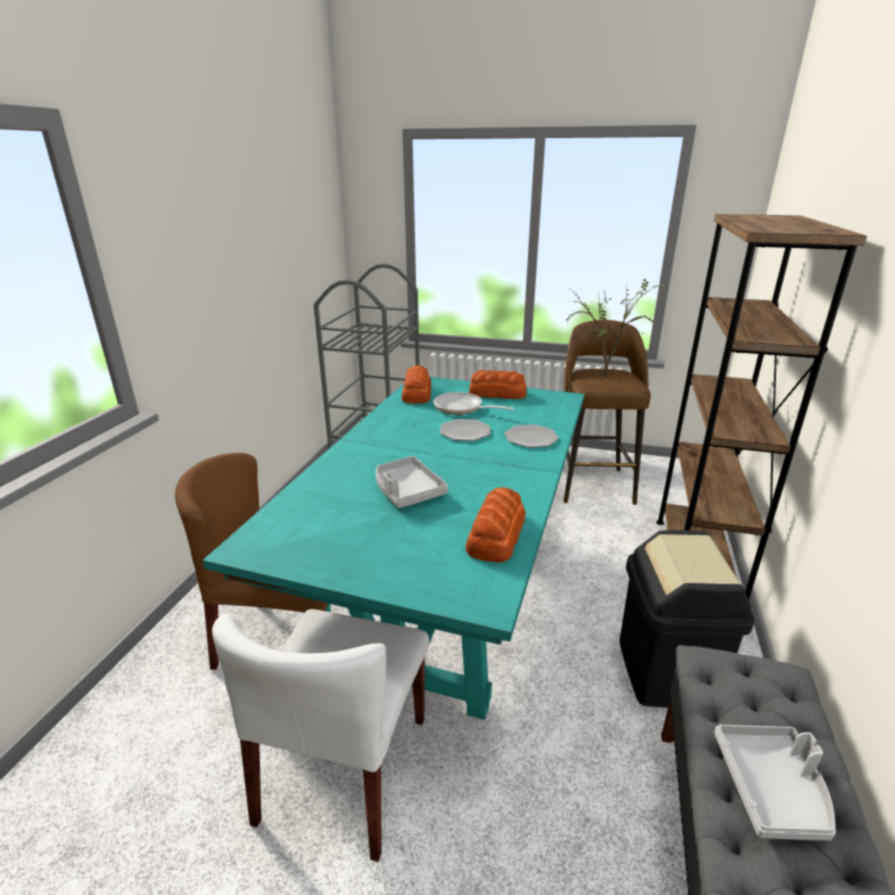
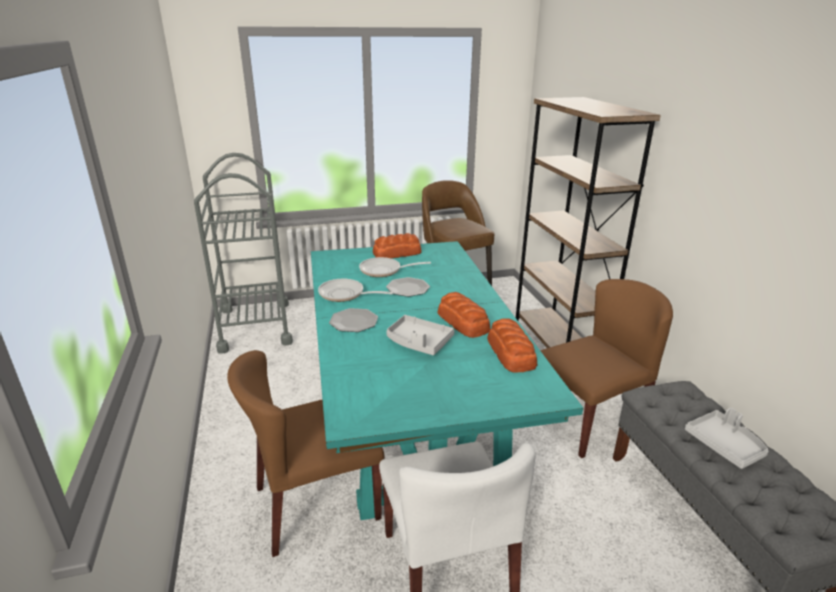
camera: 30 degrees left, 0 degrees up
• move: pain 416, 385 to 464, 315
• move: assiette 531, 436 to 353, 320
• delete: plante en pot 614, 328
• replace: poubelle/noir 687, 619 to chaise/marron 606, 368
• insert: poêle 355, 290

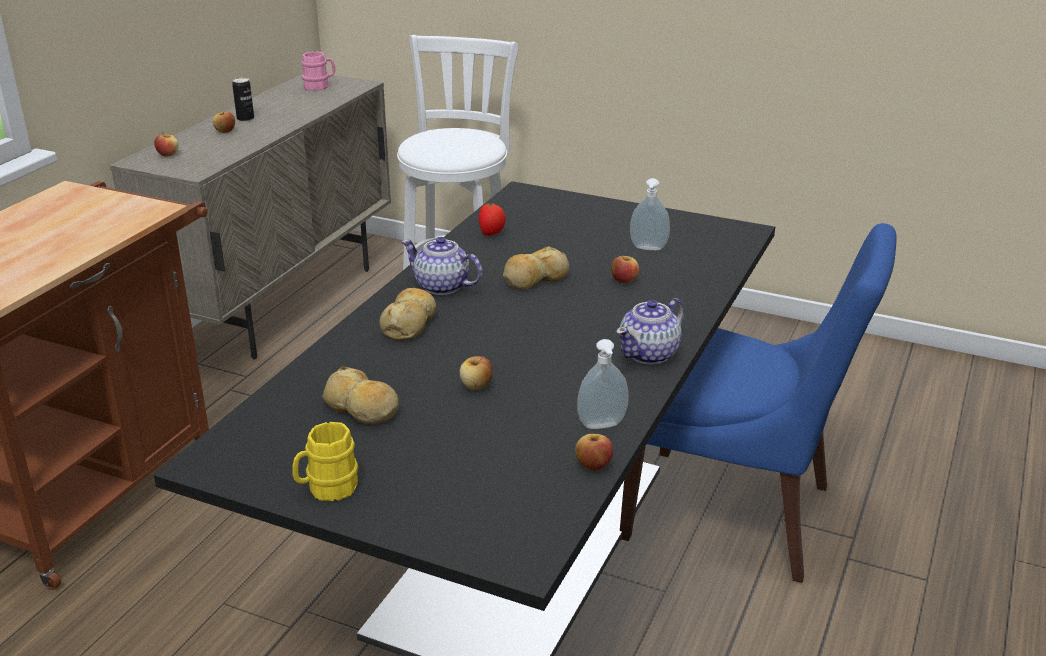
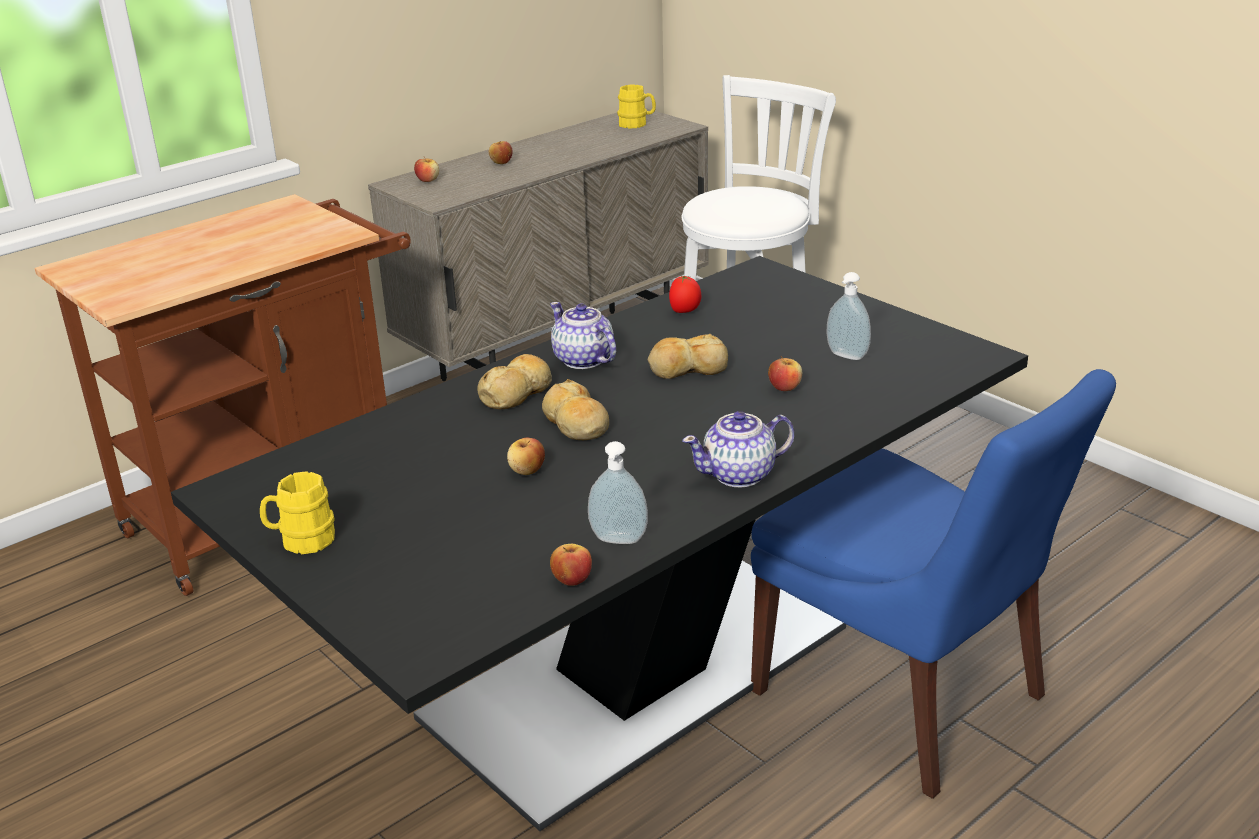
camera: 25 degrees right, 0 degrees up
• delete: boîte métallique 243, 99
• recolor: mug/rose 319, 71 to mug/jaune 636, 106
• move: pain 360, 395 to 575, 409

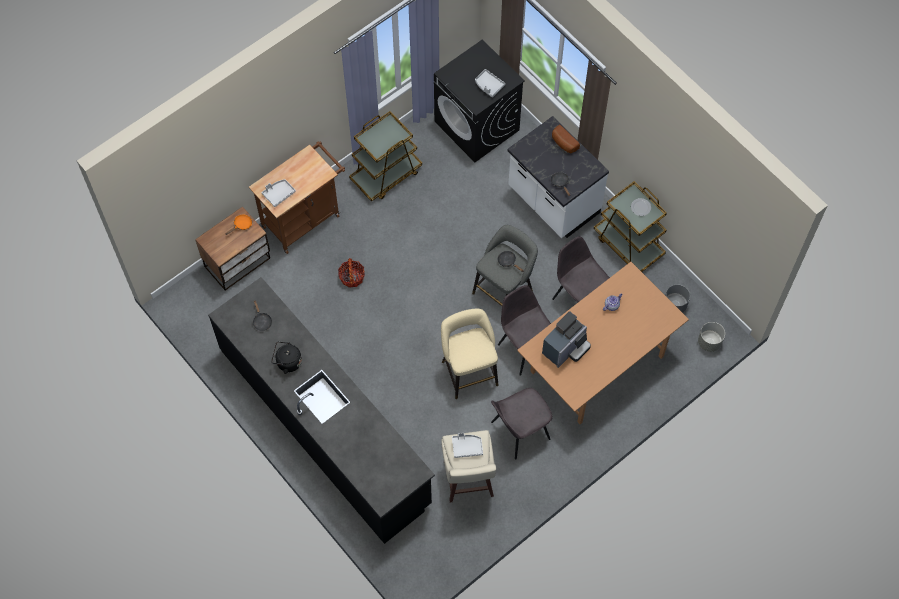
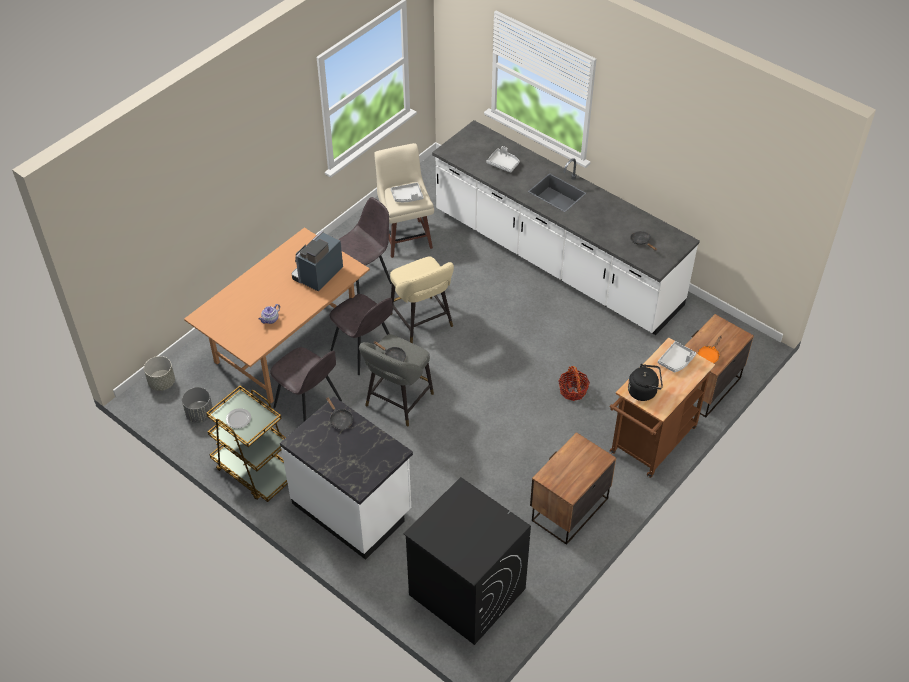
camera: 170 degrees right, 15 degrees down
• recolor: comptoir de cuisine/noir 321, 410 to comptoir de cuisine/blanc 566, 227
• move: bouilloire/noir 286, 357 to 645, 382
• replace: chariot/marron 385, 156 to table de chevet 573, 488
• move: plateau/gris 490, 83 to 503, 159
• delete: pain 566, 139

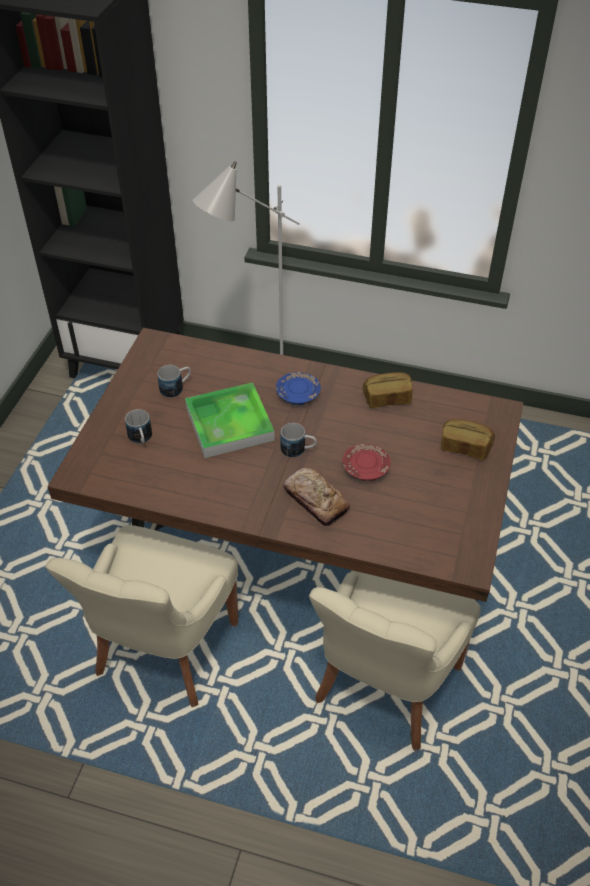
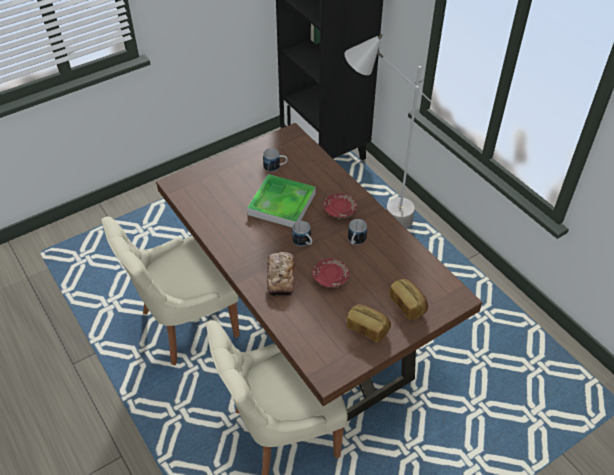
camera: 40 degrees right, 0 degrees up
• move: mug 138, 426 to 357, 232
• recolor: assiette/bleu 298, 388 to assiette/rouge 340, 206
• move: pain 387, 390 to 369, 323

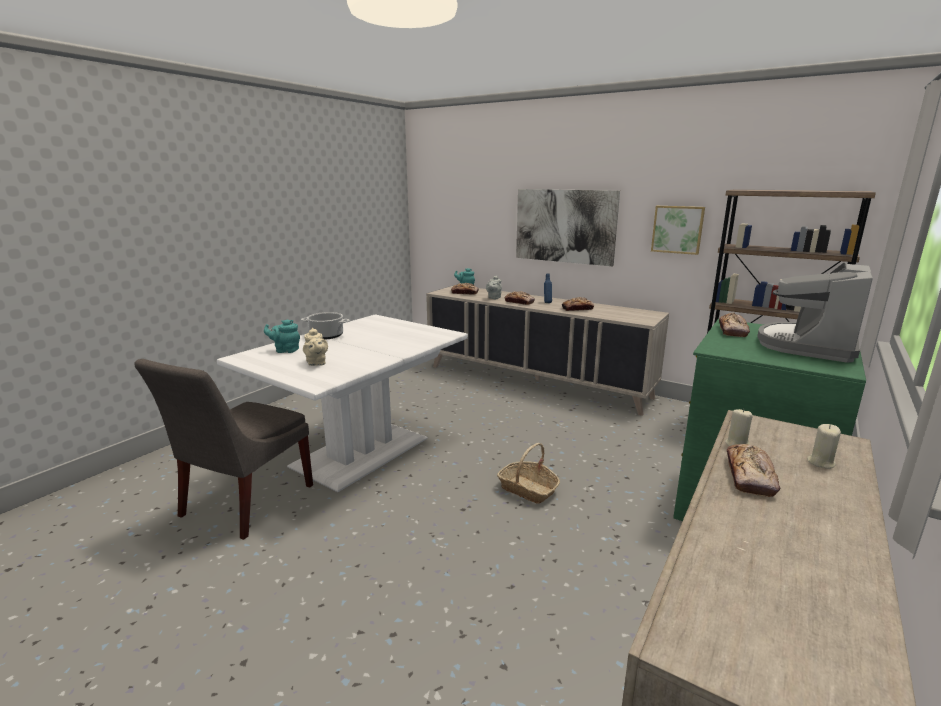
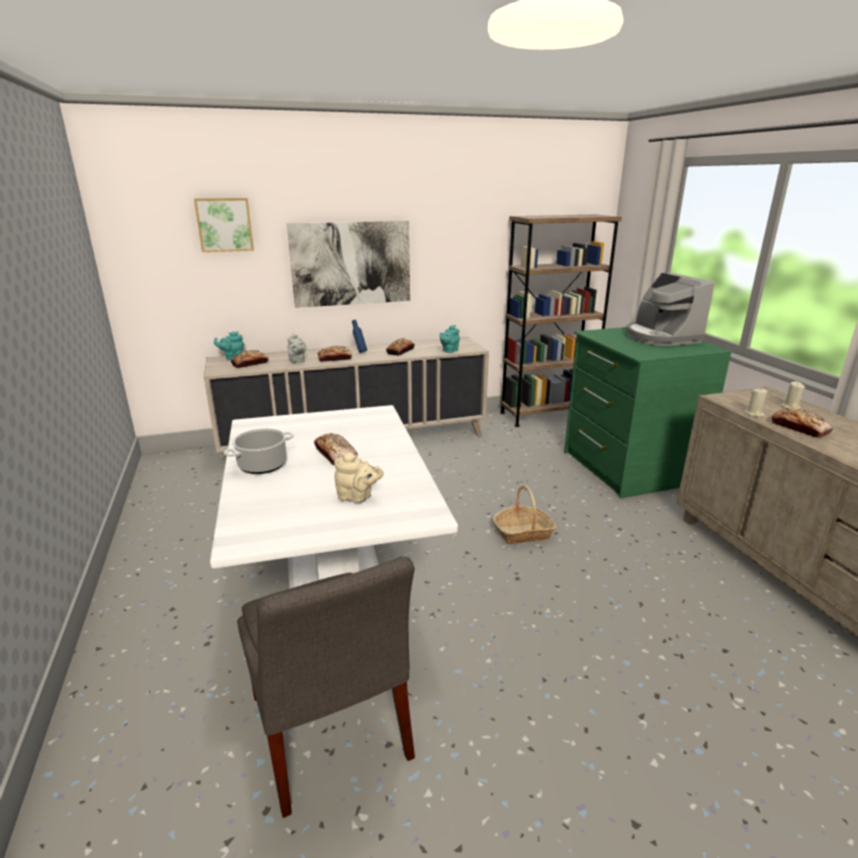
camera: 50 degrees left, 5 degrees up
• move: théière/turquoise 282, 336 to 450, 339
• move: tableau 678, 230 to 224, 225
• move: pain 734, 325 to 336, 449

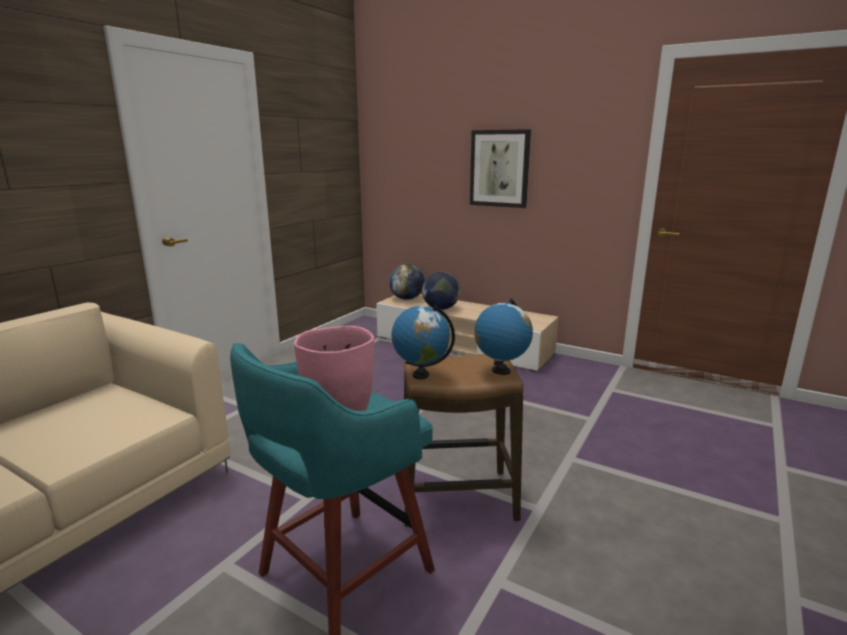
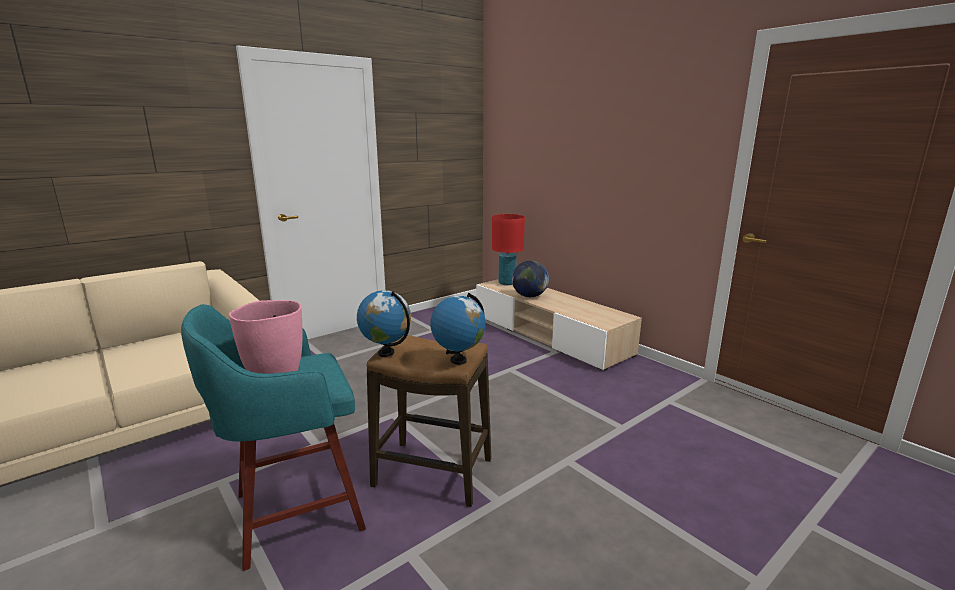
camera: 20 degrees right, 0 degrees up
• replace: globe 407, 282 to lampe de table/rouge 508, 249
• delete: tableau 500, 168

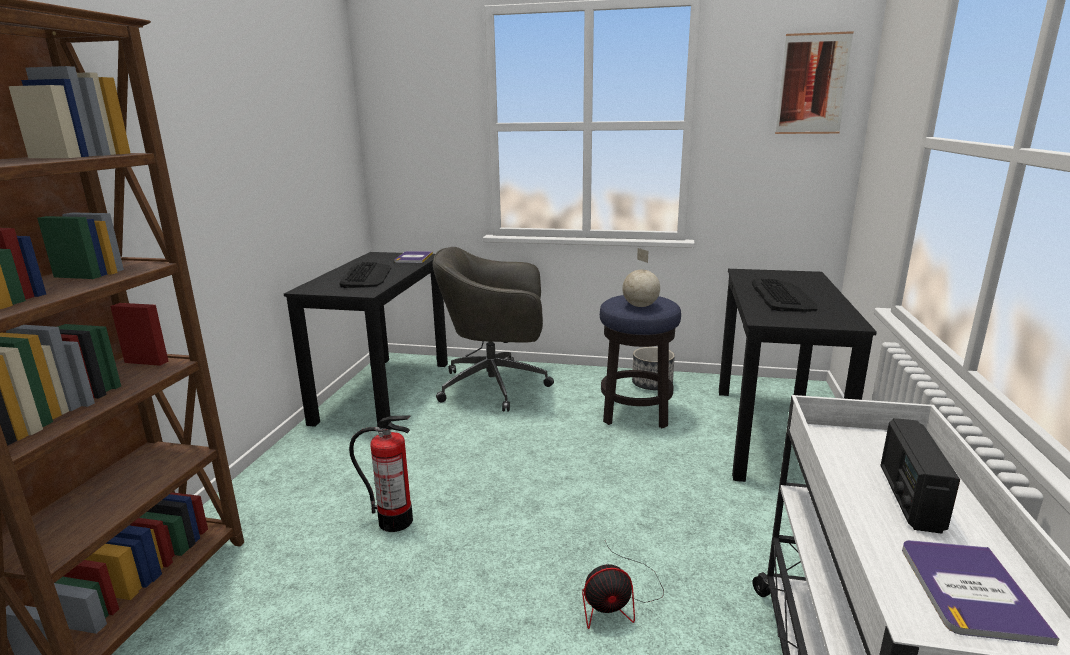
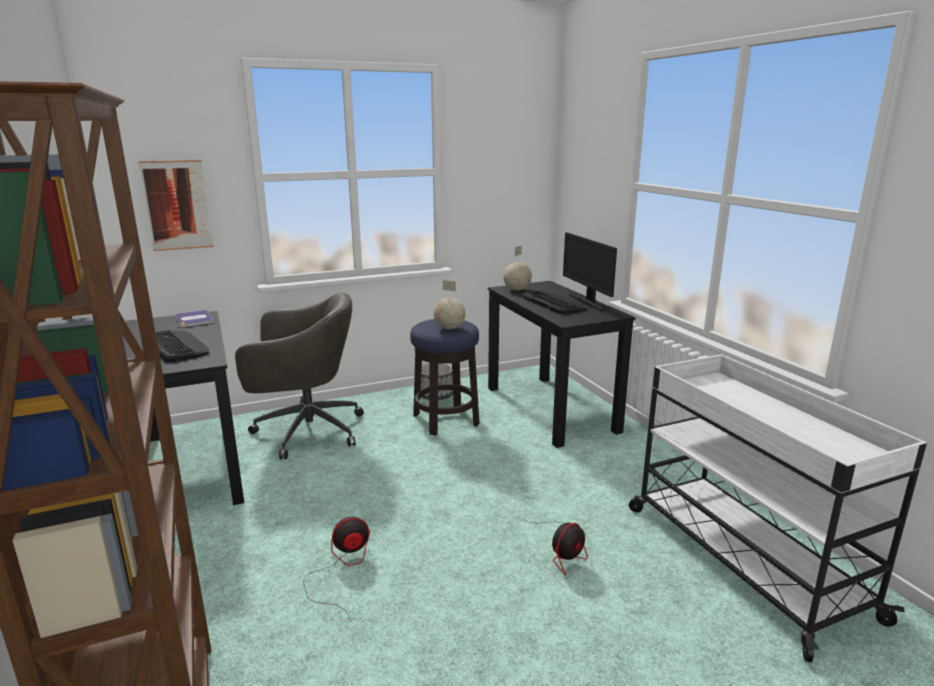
camera: 35 degrees left, 0 degrees up
• replace: extincteur 381, 473 to ventilateur 336, 569
• rotate: chaise de bureau/gris 493, 329 = 299, 376 150 degrees counterclockwise
• move: tableau 814, 82 to 175, 205
• delete: radio 920, 476
• delete: livre 980, 593
• insert: globe 517, 268
• insert: écran d'ordinateur 590, 271

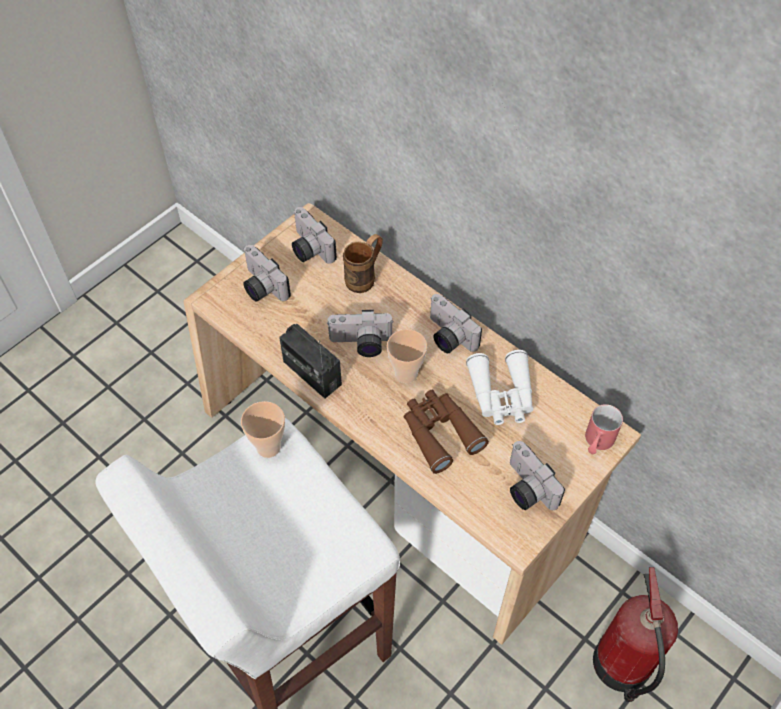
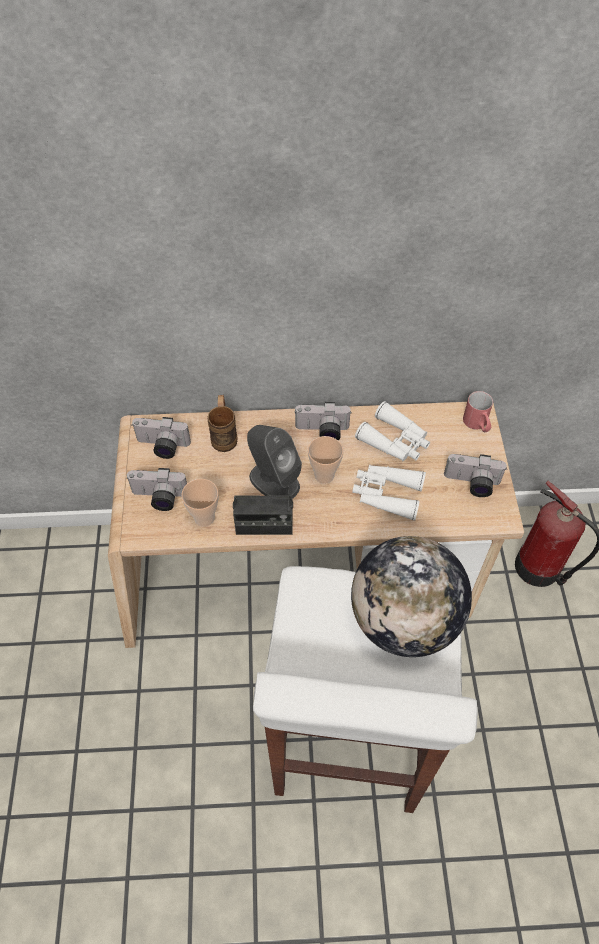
camera: 45 degrees left, 0 degrees up
• move: tasse 263, 429 to 199, 503
• replace: appareil photo 360, 333 to enceinte/gris 274, 462
• recolor: jumelles/marron 446, 432 to jumelles/blanc 389, 493
• insert: globe 411, 596

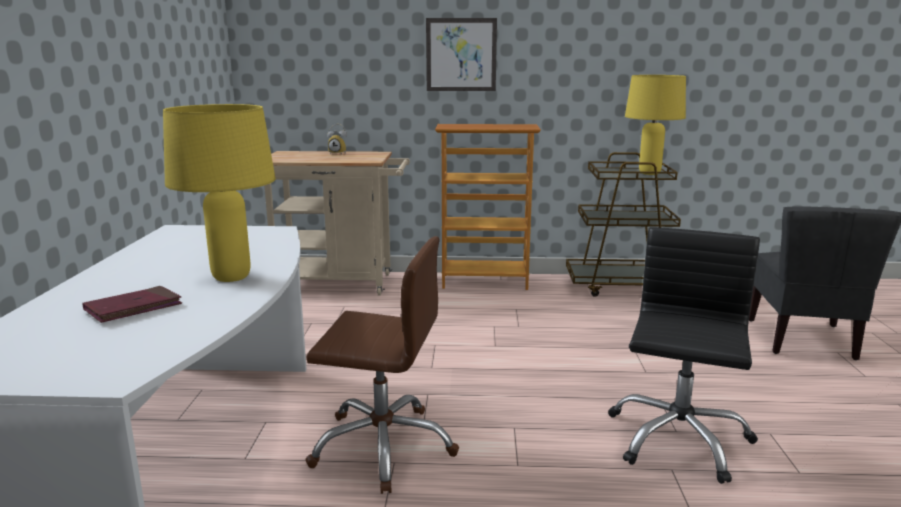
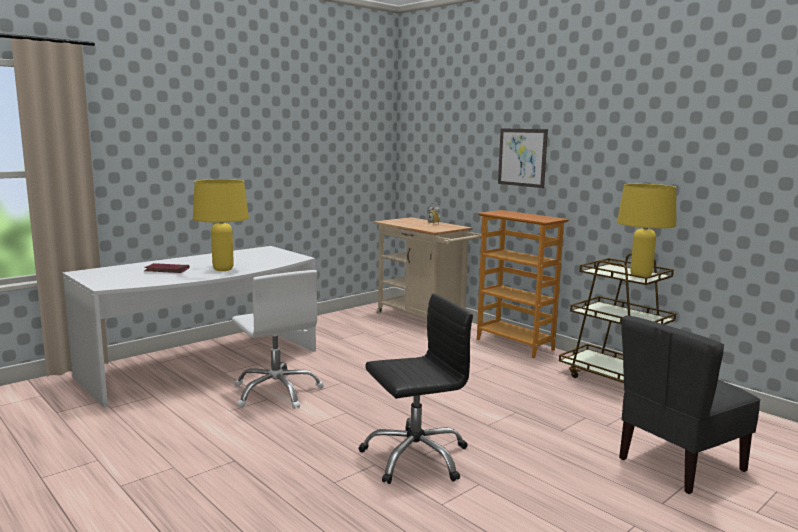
camera: 45 degrees right, 5 degrees down
• recolor: chaise de bureau/marron 382, 365 to chaise de bureau/blanc 278, 339

